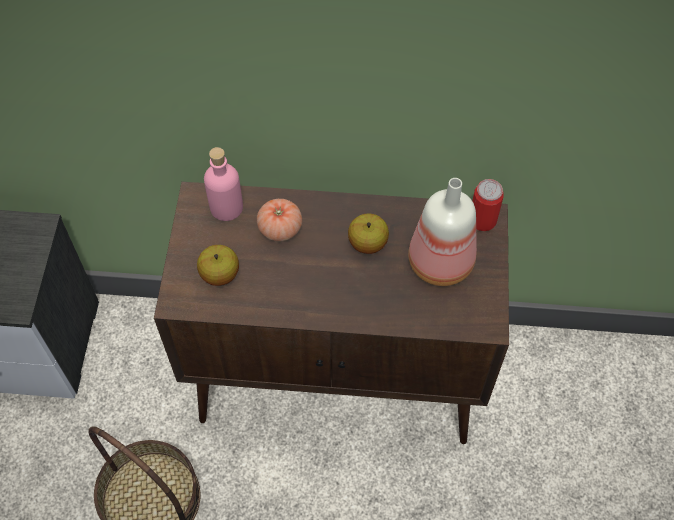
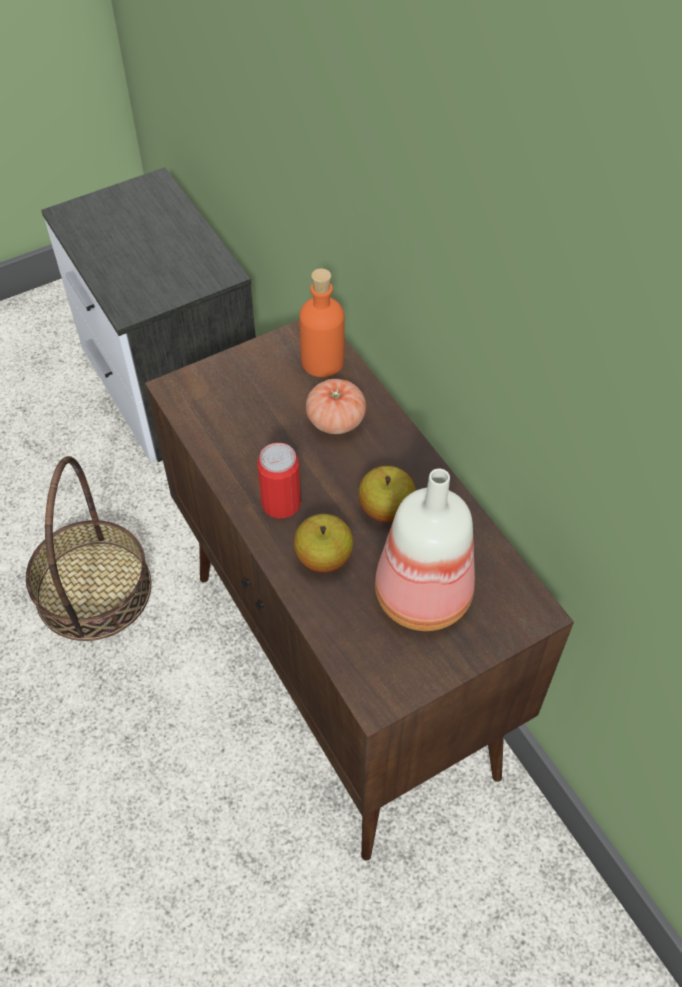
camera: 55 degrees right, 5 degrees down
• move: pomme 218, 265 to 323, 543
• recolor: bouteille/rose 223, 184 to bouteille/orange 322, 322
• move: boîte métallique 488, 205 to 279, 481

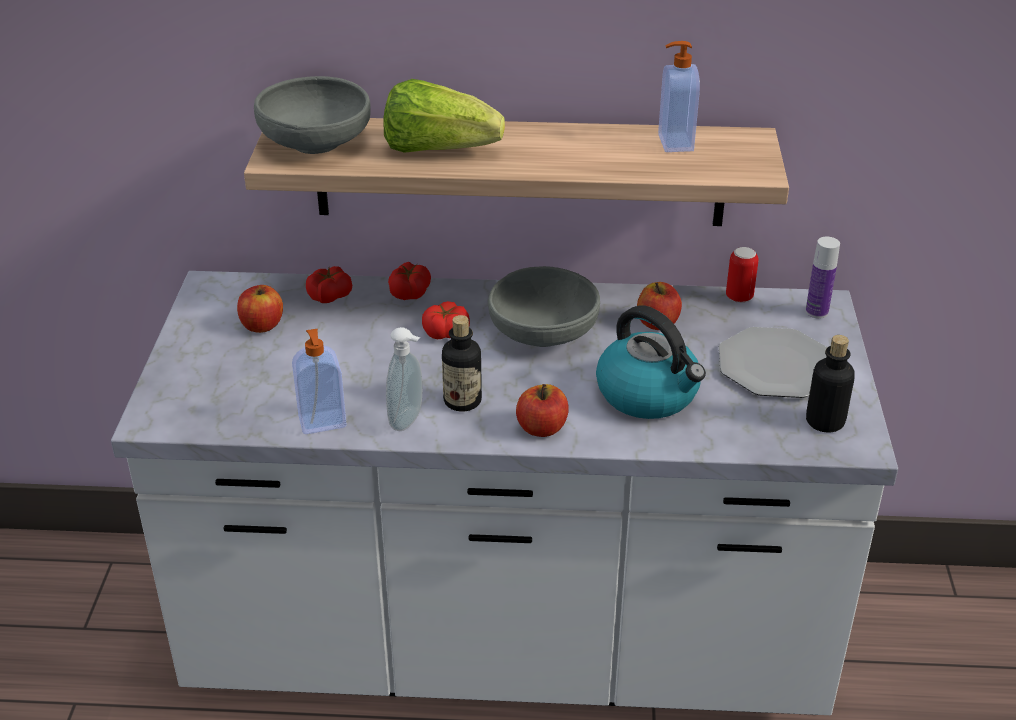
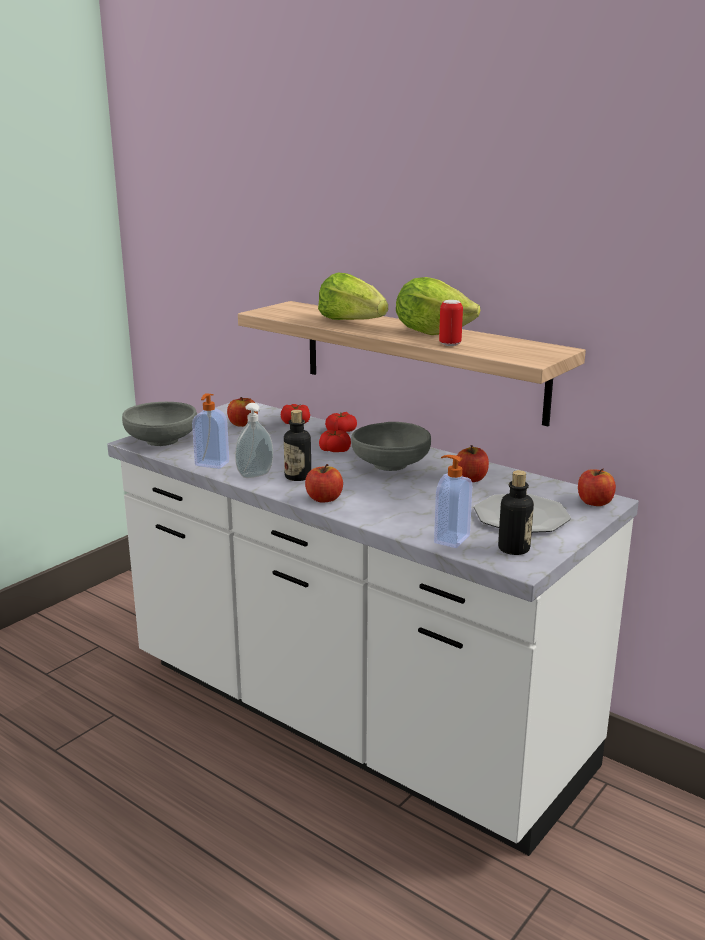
camera: 35 degrees right, 15 degrees down
• move: bol/gris 312, 115 to 159, 424
• delete: bouilloire 651, 362
• move: distributeur de savon 679, 96 to 453, 501
• move: boîte métallique 742, 275 to 451, 323
• replace: bouteille 823, 278 to pomme 597, 487
• insert: laitue 438, 306

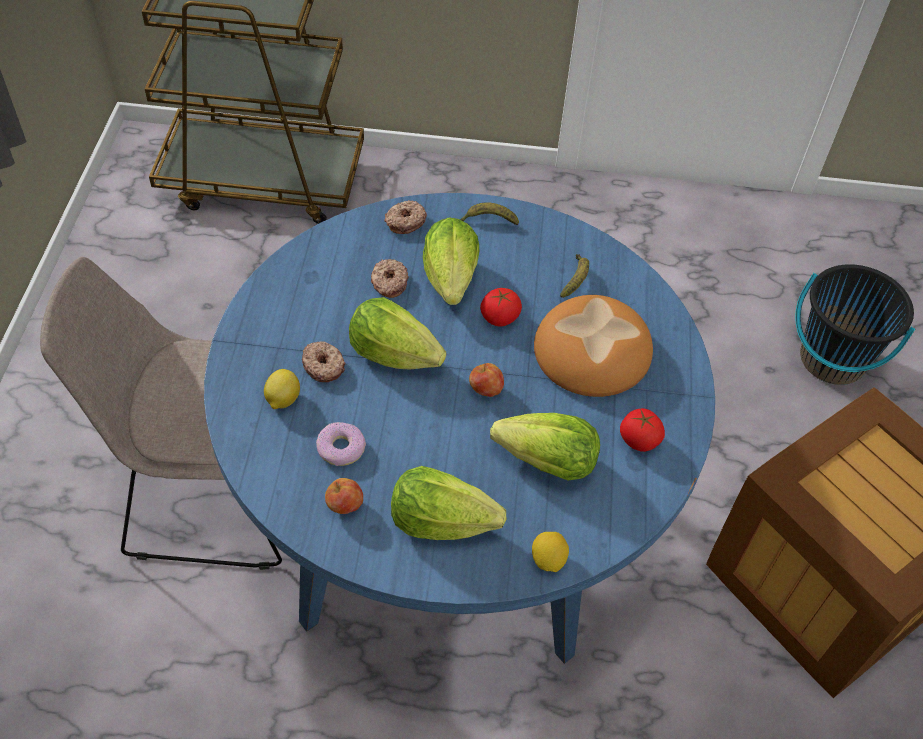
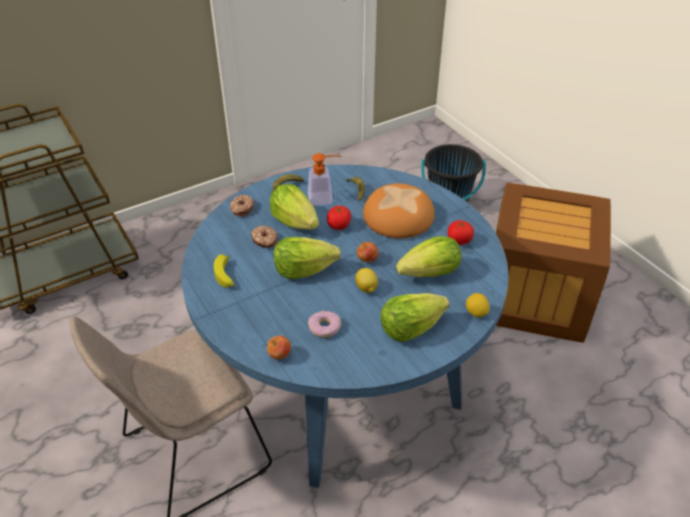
camera: 35 degrees left, 10 degrees down
• move: citron 282, 389 to 366, 280
• delete: beignet 324, 361
• move: pomme 344, 496 to 279, 347
• insert: banane 224, 271
• insert: distributeur de savon 324, 179

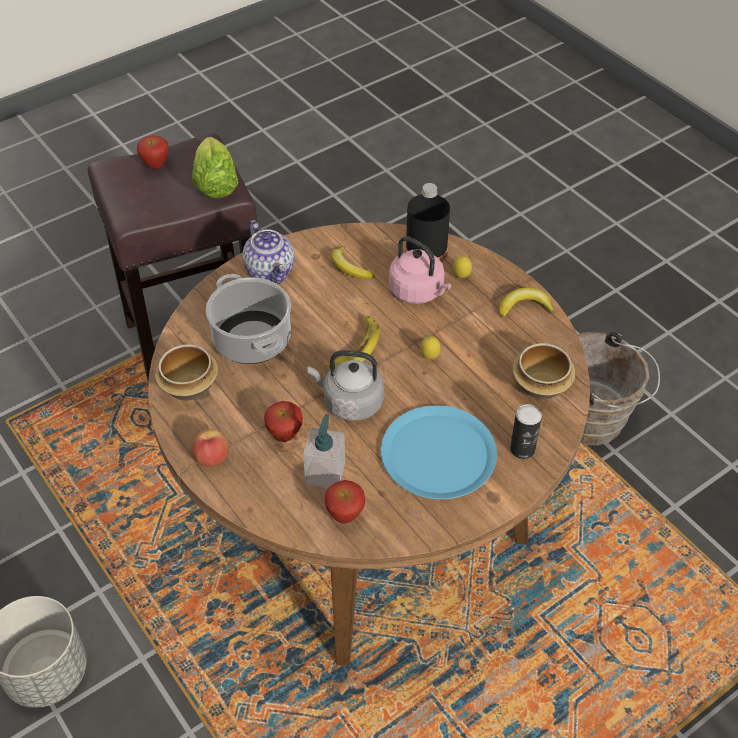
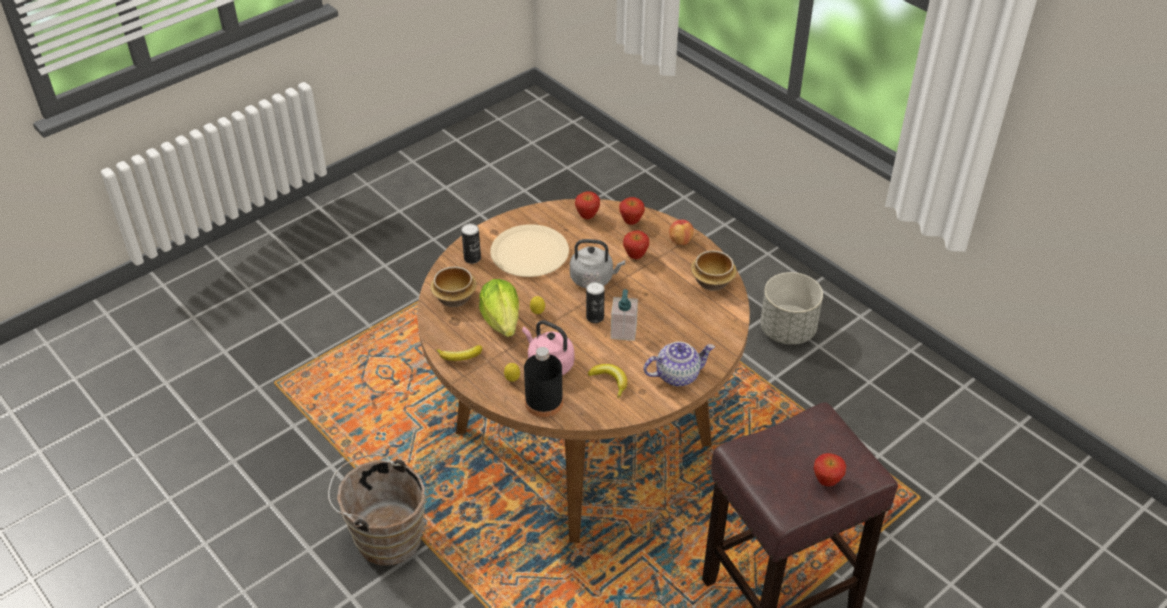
camera: 175 degrees right, 5 degrees down
• move: laitue 215, 168 to 499, 308
• delete: marmite 248, 319
• rotate: théière 268, 252 = 679, 363 105 degrees clockwise
• move: distributeur de savon 324, 451 to 624, 315
• replace: banane 352, 340 to boîte métallique 595, 302
• recolor: assiette/bleu 439, 452 to assiette/beige 529, 250
• insert: pomme 632, 211

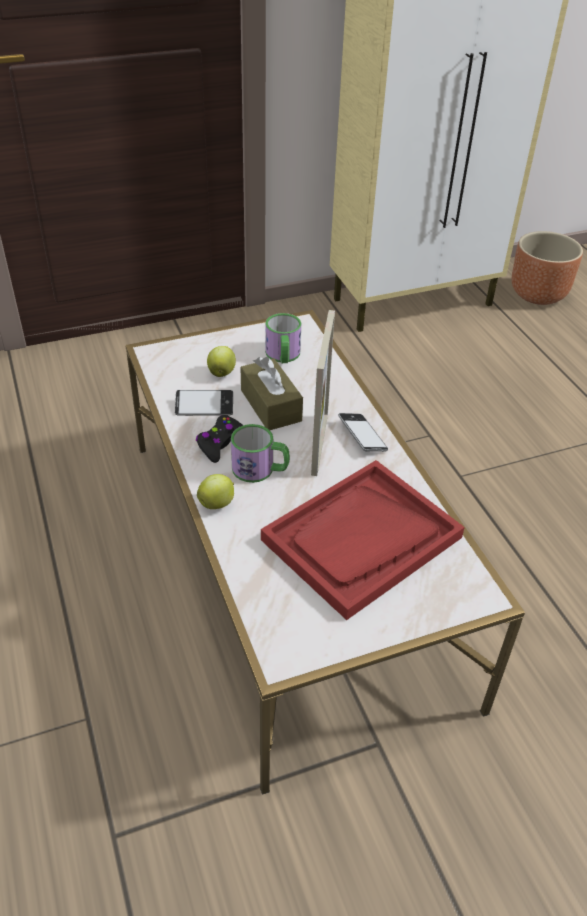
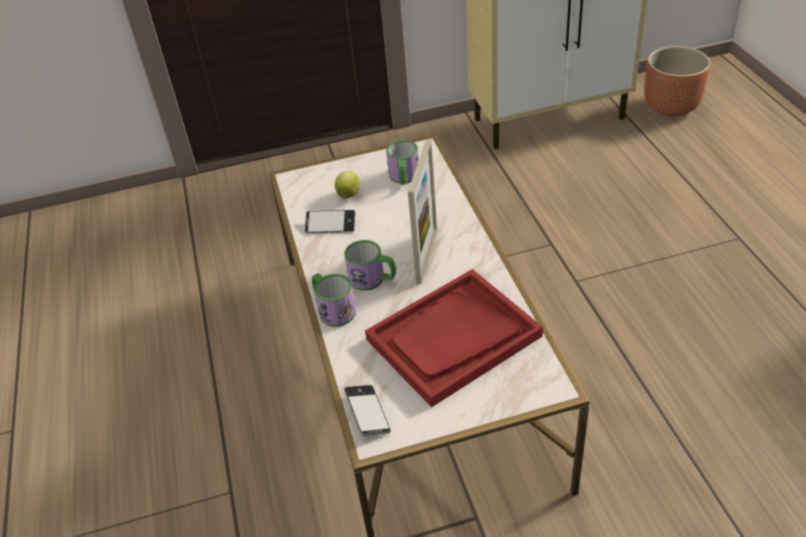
camera: 10 degrees right, 0 degrees up
• delete: manette/noir 219, 439
• replace: pomme 215, 491 to mug 334, 300
• delete: boîte à mouchoirs/marron 271, 393
• move: téléphone 363, 432 to 367, 410

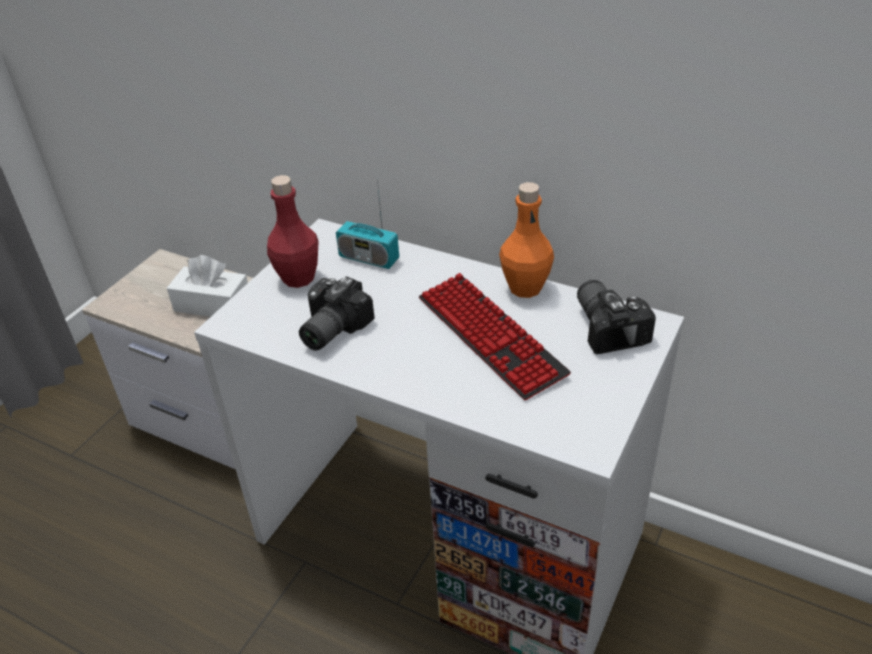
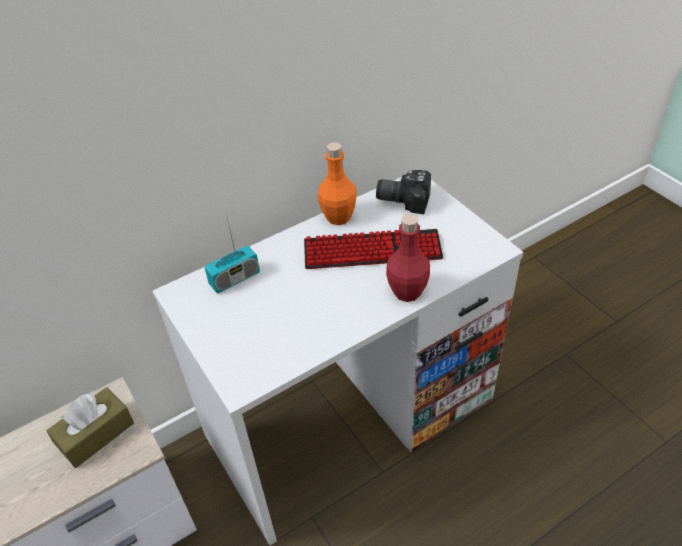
camera: 60 degrees left, 5 degrees up
• recolor: boîte à mouchoirs/blanc 207, 286 to boîte à mouchoirs/marron 90, 427
• move: bouteille/rouge 292, 231 to 408, 258
• delete: appareil photo 337, 313

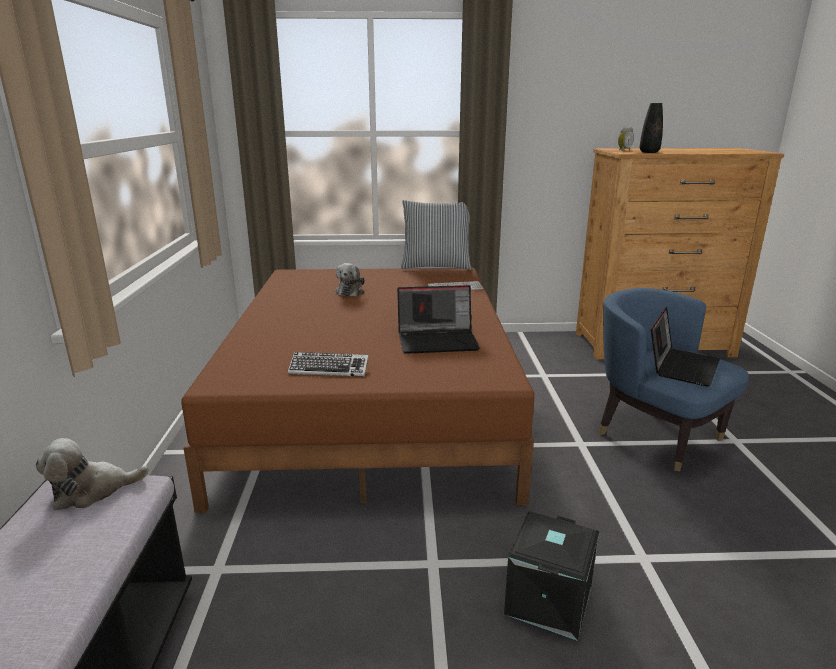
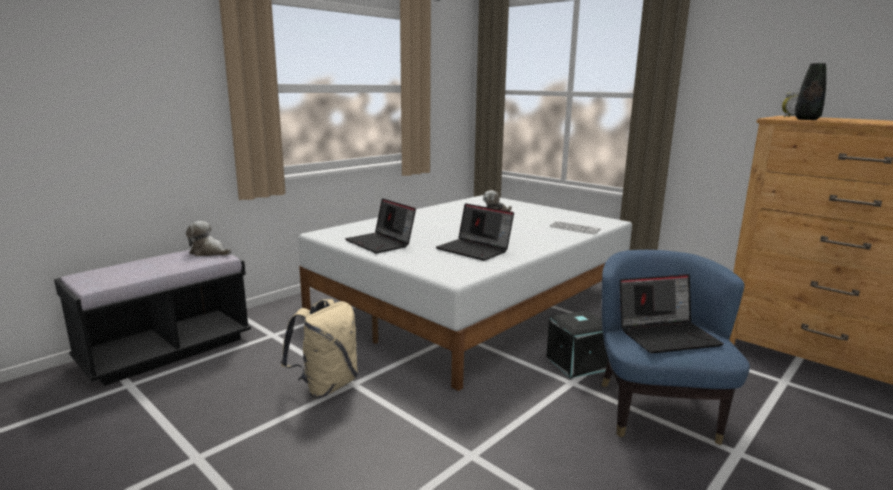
camera: 45 degrees right, 5 degrees down
• recolor: lit/marron 357, 390 to lit/blanc 465, 293
• replace: clavier 328, 364 to ordinateur portable 380, 225
• delete: coussin 436, 235
• move: boîte de rangement/noir 551, 576 to 577, 344
• insert: sac à dos/beige 319, 349

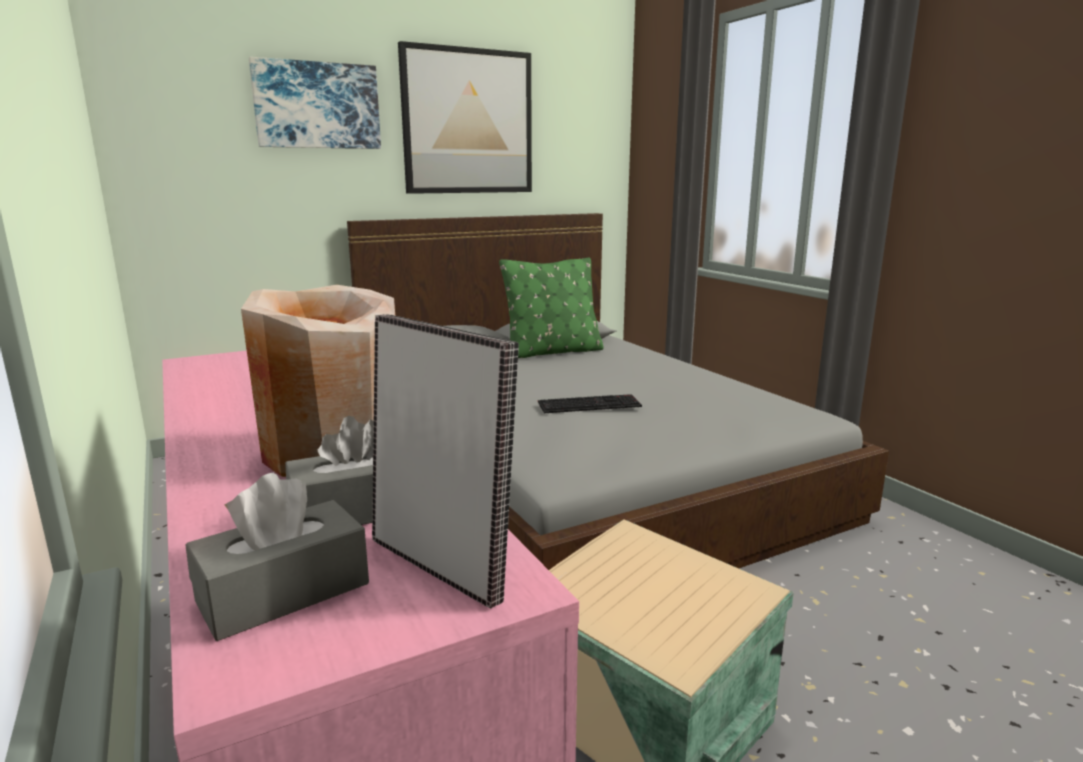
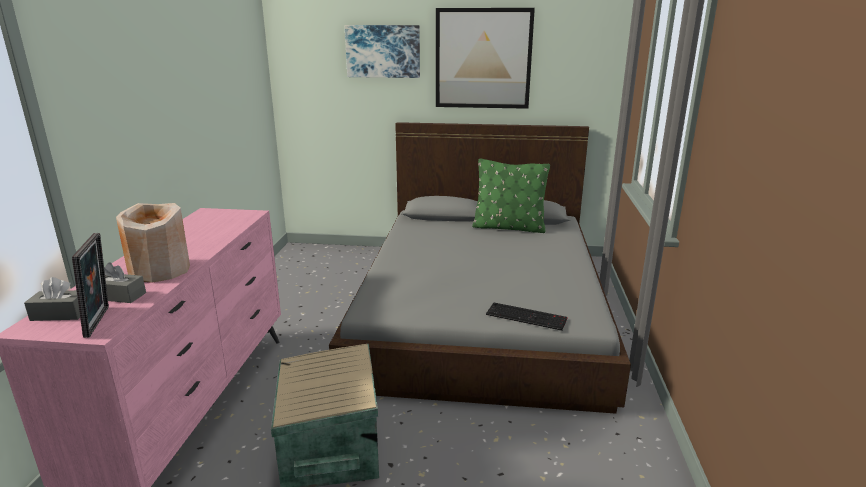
camera: 35 degrees right, 5 degrees up
• move: clavier 590, 403 to 526, 317

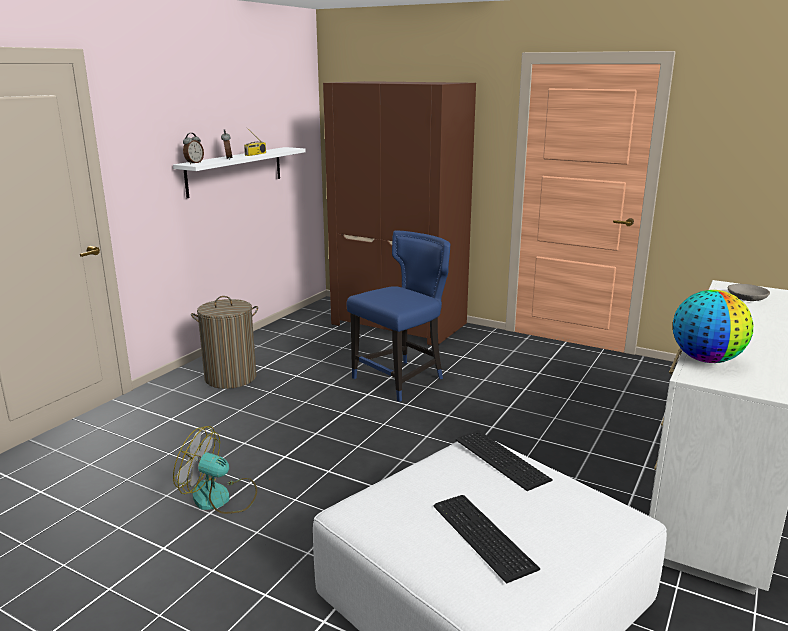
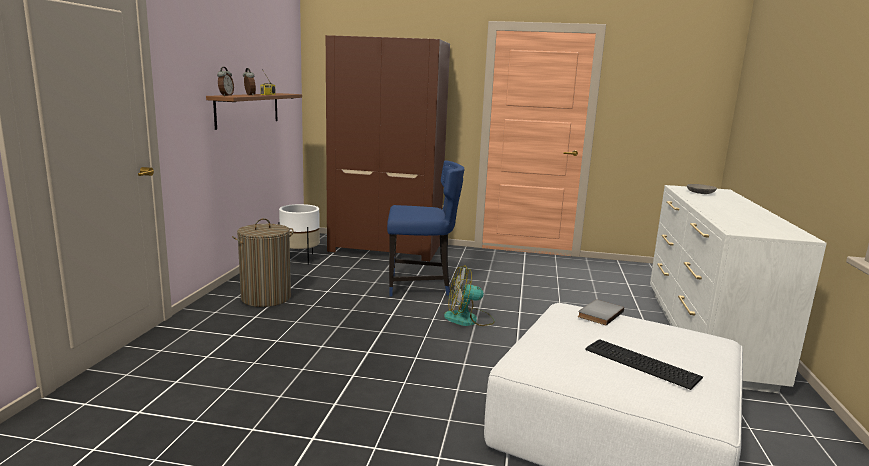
camera: 20 degrees left, 5 degrees down
• recolor: étagère/blanc 239, 172 to étagère/marron 254, 111
• move: ventilateur 215, 470 to 469, 295
• rotate: chaise/bleu 398, 316 = 426, 229 60 degrees clockwise
• replace: clavier 504, 460 to livre/gris 601, 313
• delete: globe 713, 326
• insert: cache-pot/blanc 299, 234

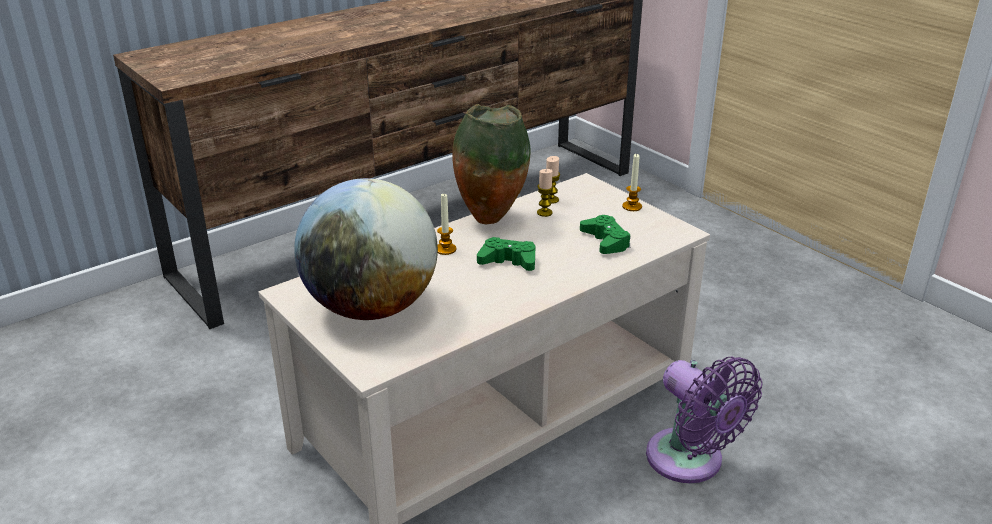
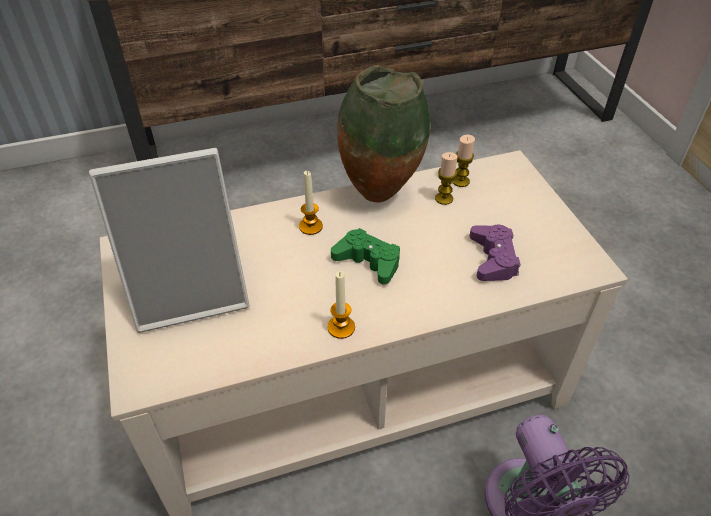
camera: 20 degrees right, 15 degrees up
• replace: globe 366, 249 to cadre photo 169, 240
• recolor: manette/vert 605, 234 to manette/violet 495, 253
• move: bougie 632, 182 to 341, 305

